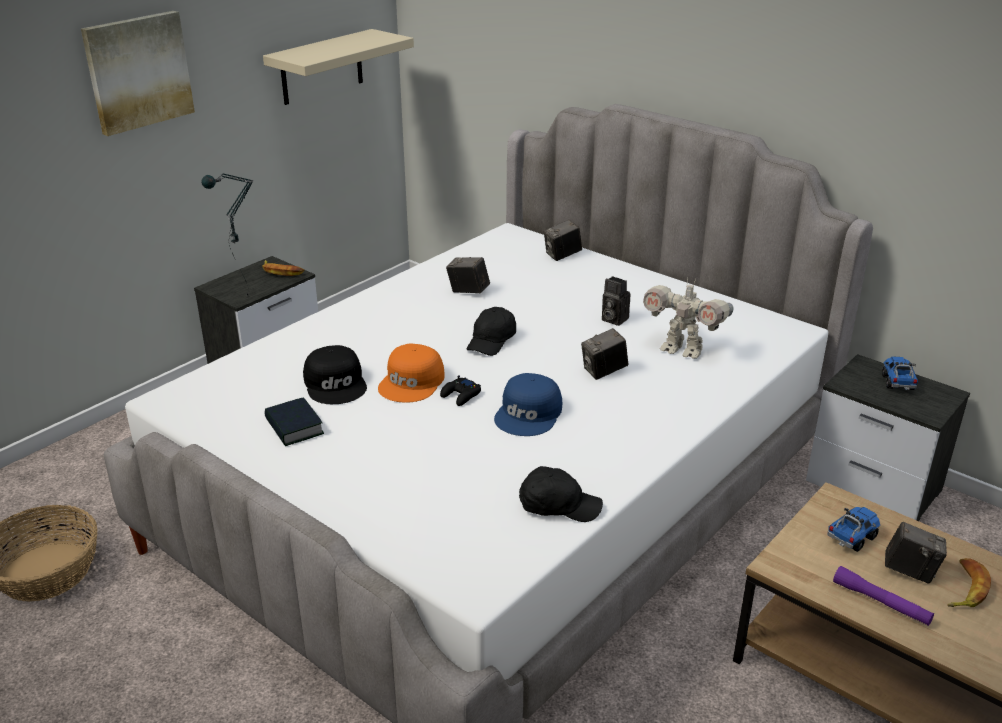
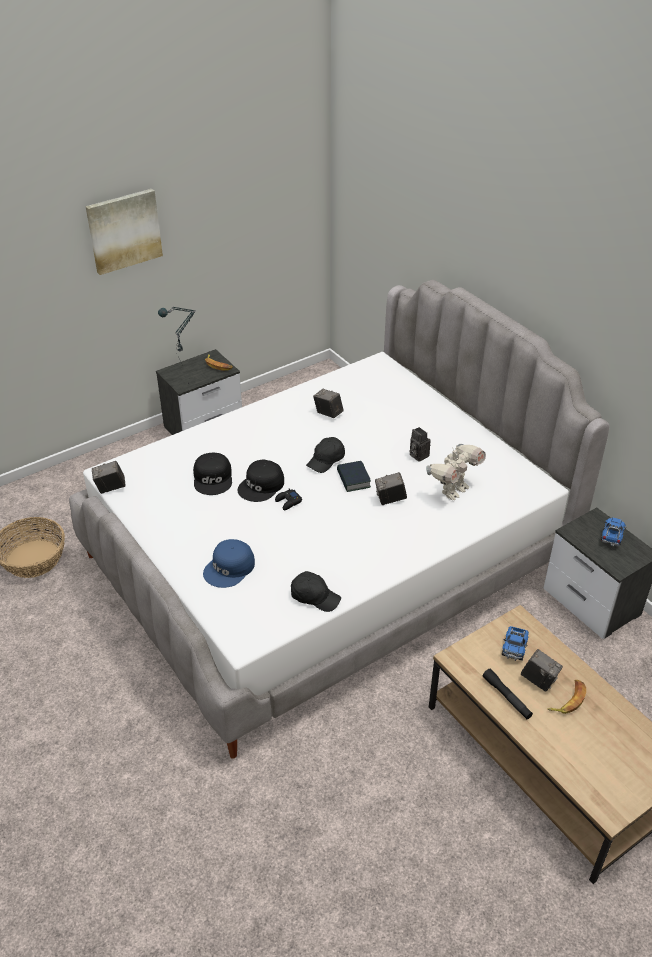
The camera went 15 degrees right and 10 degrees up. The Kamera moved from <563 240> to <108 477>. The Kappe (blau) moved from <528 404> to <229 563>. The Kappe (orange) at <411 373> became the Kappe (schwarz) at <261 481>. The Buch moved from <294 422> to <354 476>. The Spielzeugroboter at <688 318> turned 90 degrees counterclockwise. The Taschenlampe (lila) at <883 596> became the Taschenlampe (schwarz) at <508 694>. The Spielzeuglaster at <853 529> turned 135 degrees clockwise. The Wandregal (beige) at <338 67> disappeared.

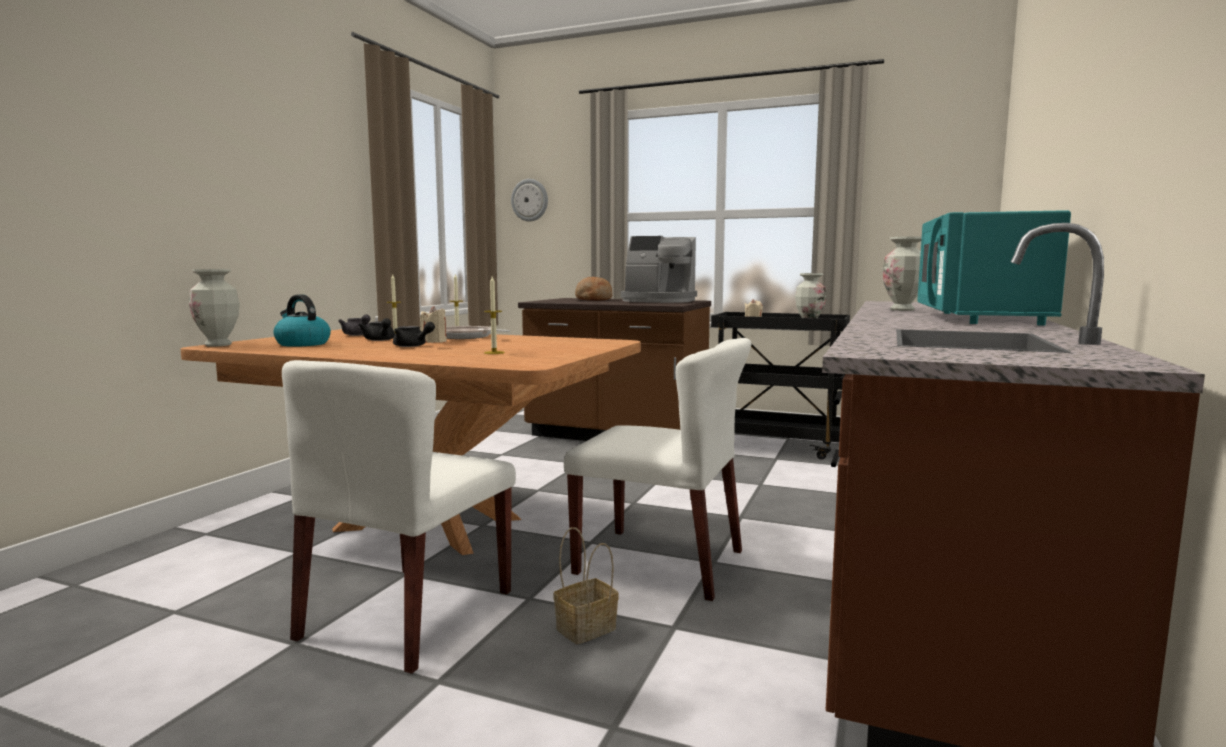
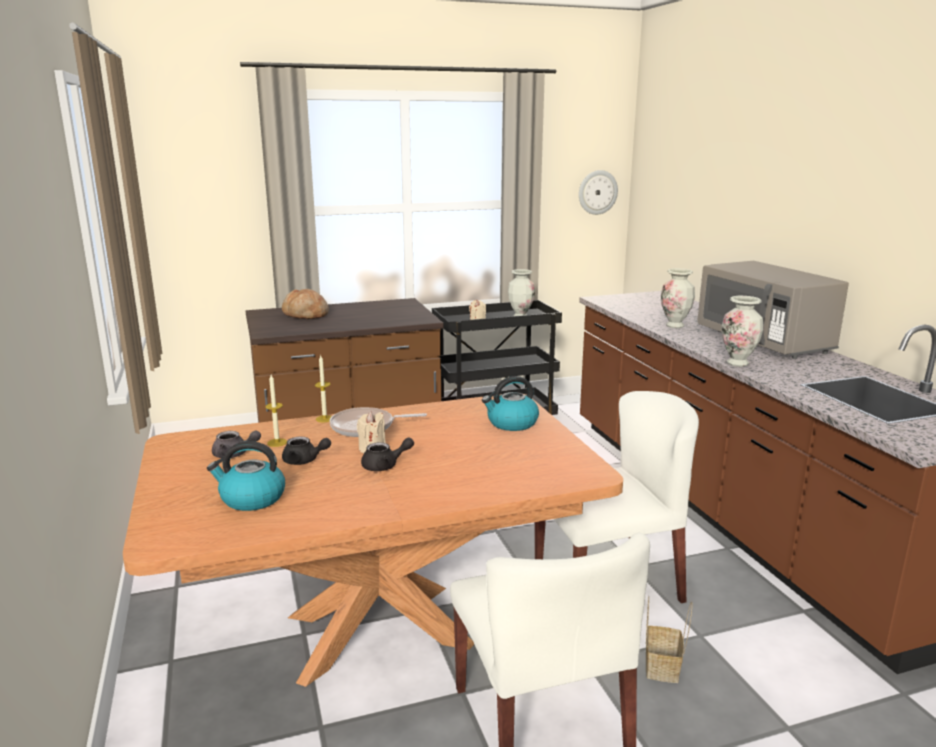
The camera went 40 degrees left and 10 degrees up. The Wasserkessel at <510 403> appeared. The Wanduhr moved from <529 200> to <598 192>. The Mikrowelle (türkis) at <994 268> became the Mikrowelle (grau) at <773 310>. The Vase moved from <214 308> to <742 331>. The Kerze at <494 315> disappeared. The Kaffeemaschine at <659 269> disappeared.

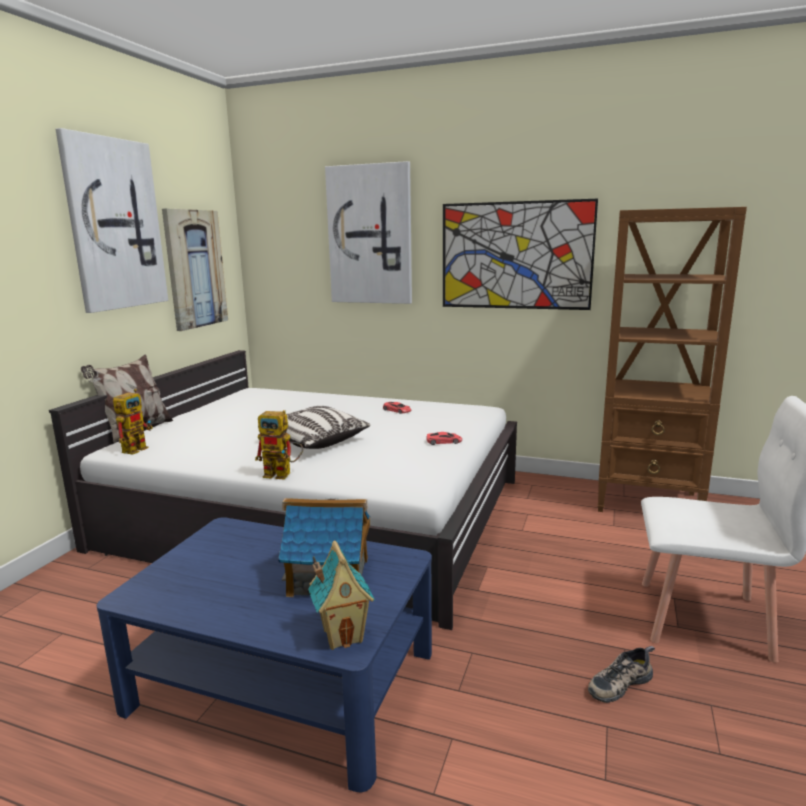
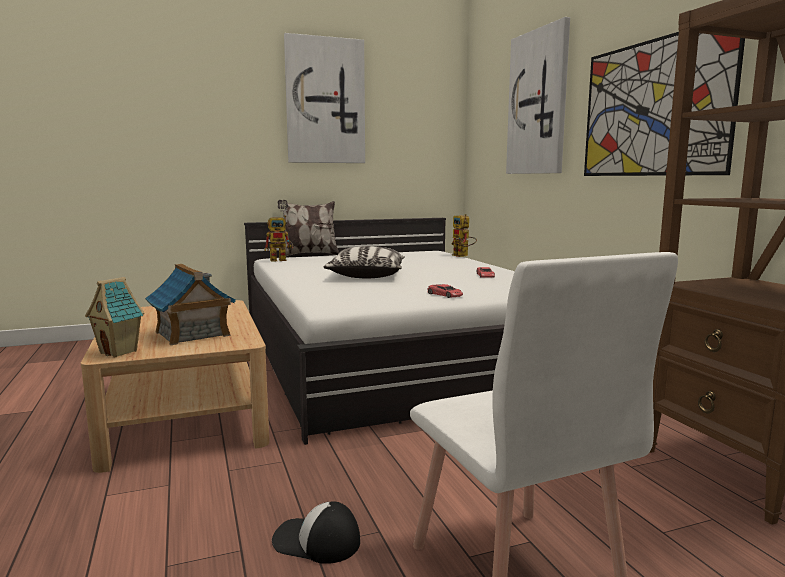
The camera went 50 degrees right and 5 degrees down. The Couchtisch (blau) at <264 654> became the Couchtisch (beige) at <175 386>. The Schuh at <621 674> was replaced by the Kappe at <316 532>. The Spielzeugroboter moved from <279 444> to <464 235>. The Bild at <195 269> disappeared.

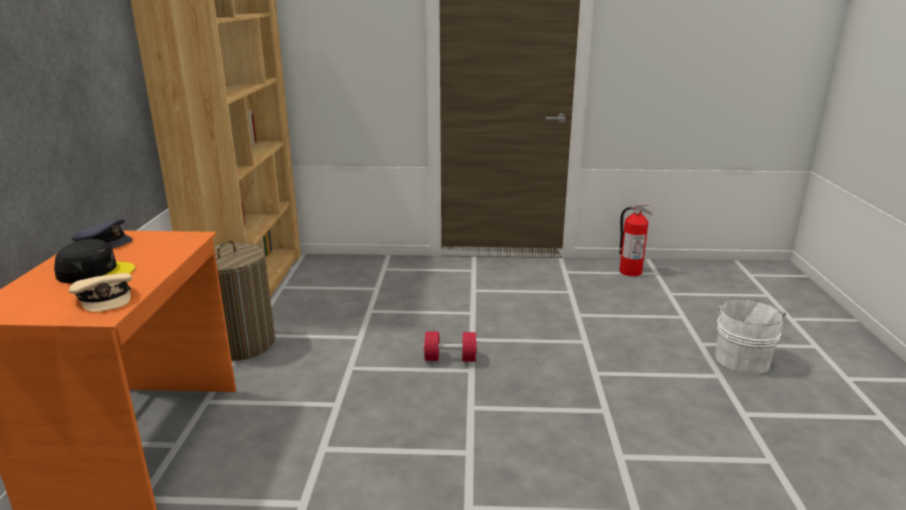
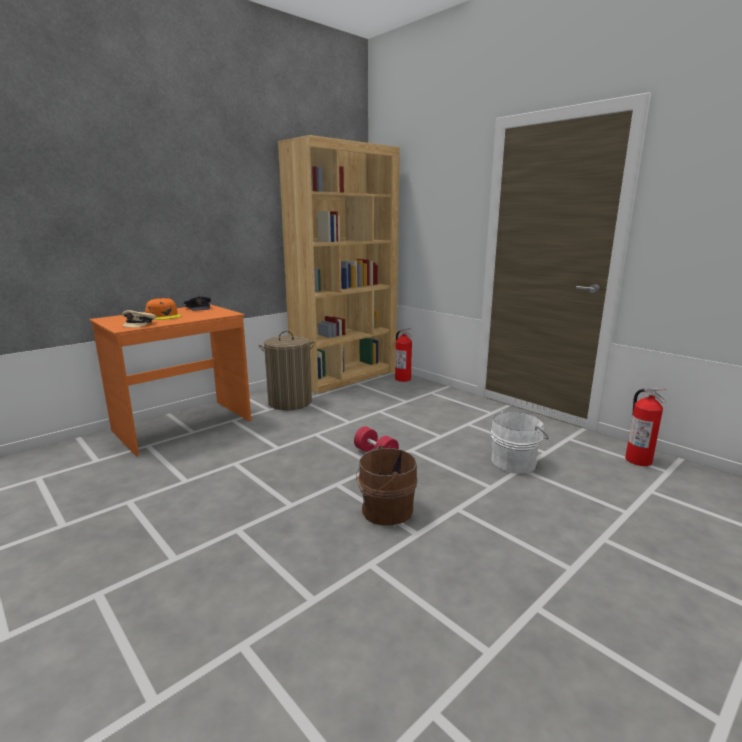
The camera went 45 degrees right and 5 degrees down. The Kappe (schwarz) at <94 261> became the Kappe (orange) at <163 309>. The Eimer (braun) at <387 485> appeared. The Feuerlöscher at <403 355> appeared. The Eimer (weiß) moved from <750 336> to <519 442>.

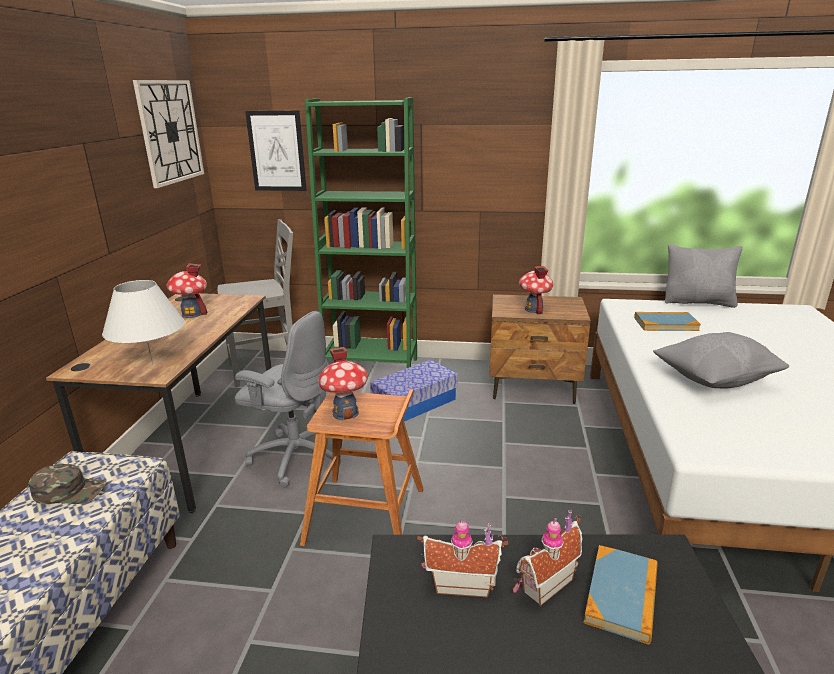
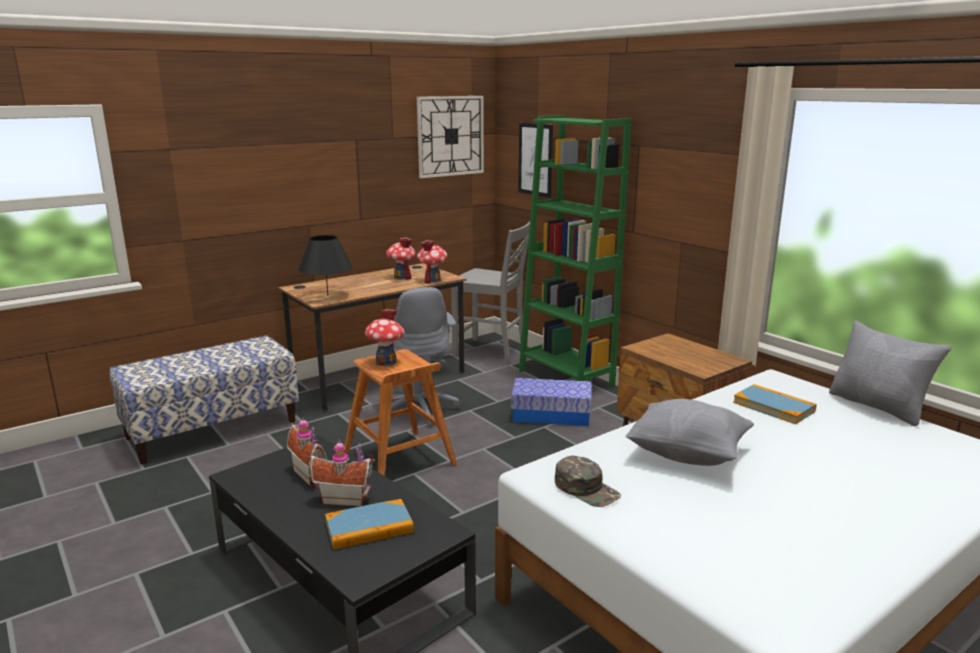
The camera went 45 degrees right and 5 degrees down. The Tischlampe (weiß) at <143 322> became the Tischlampe (schwarz) at <325 265>. The Spielzeughaus moved from <536 290> to <432 261>. The Kappe (grün) moved from <67 484> to <588 481>.

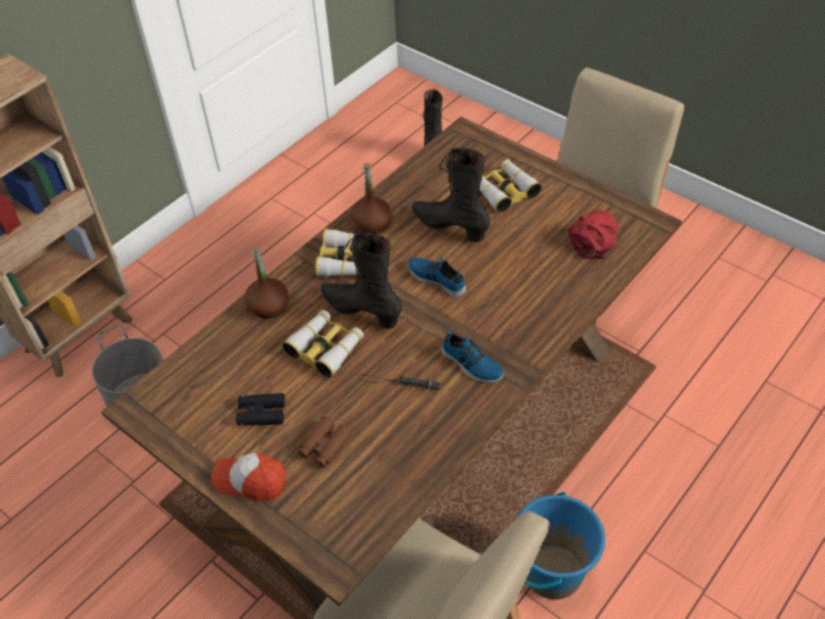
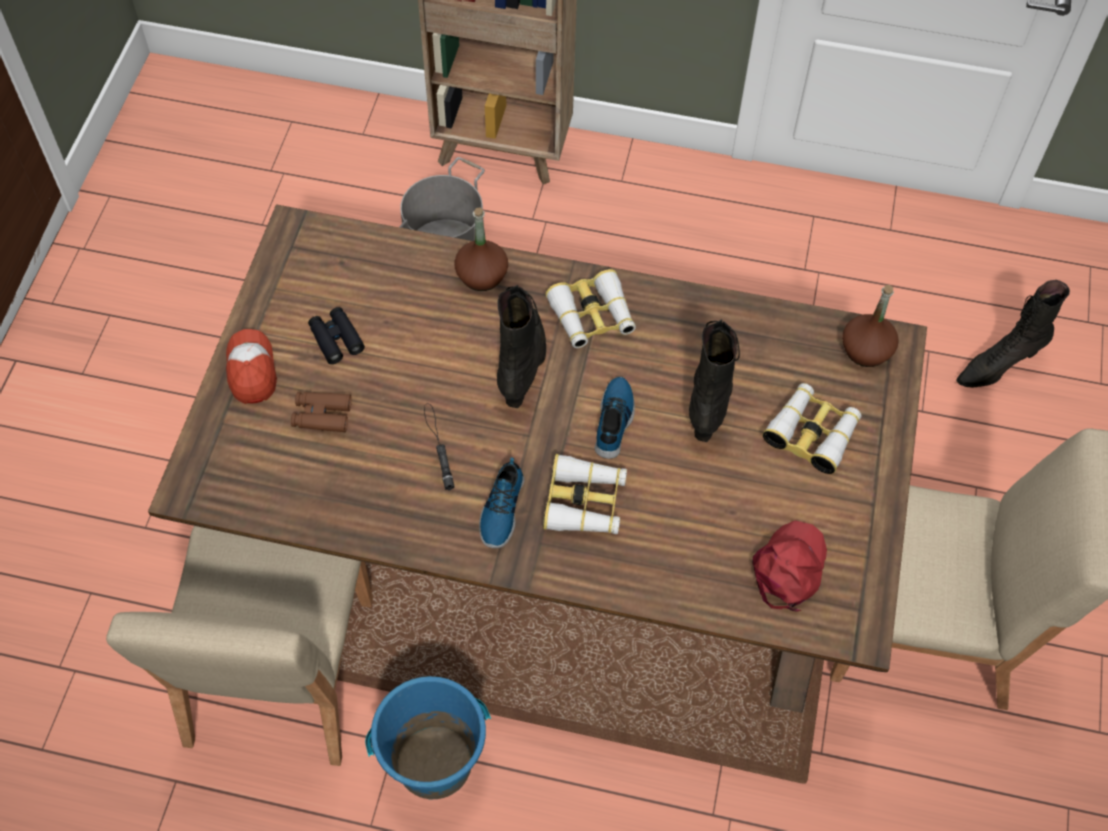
The camera went 60 degrees right and 10 degrees up. The Fernglas moved from <323 343> to <585 494>. The Kappe (rot) at <593 234> turned 60 degrees counterclockwise. The Flasche (braun) moved from <371 198> to <870 326>.

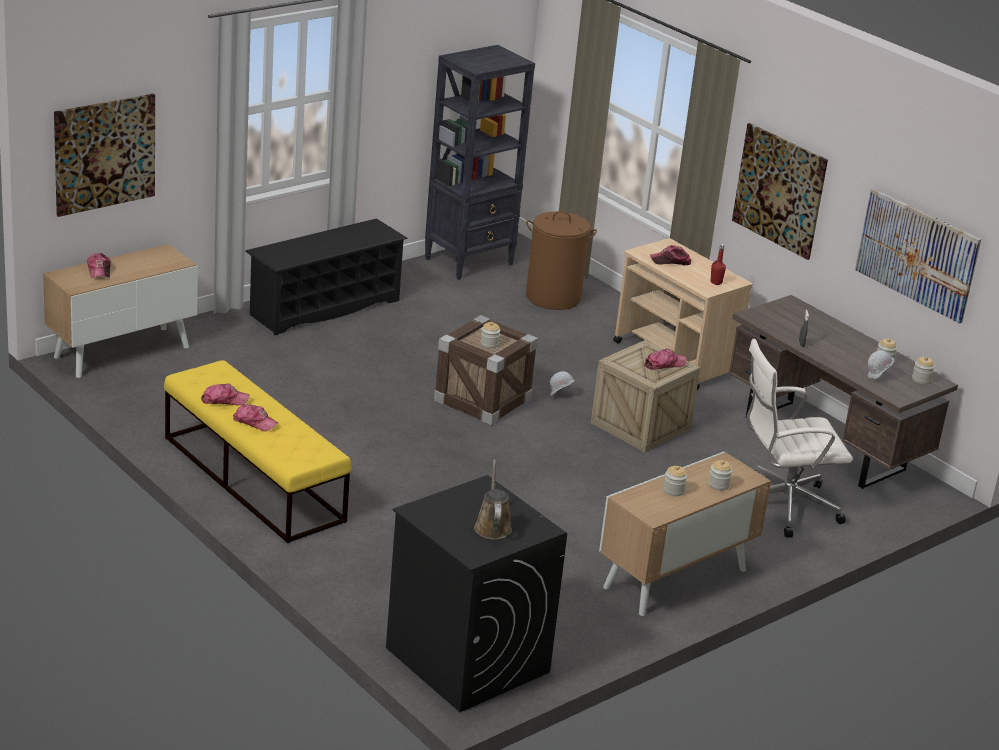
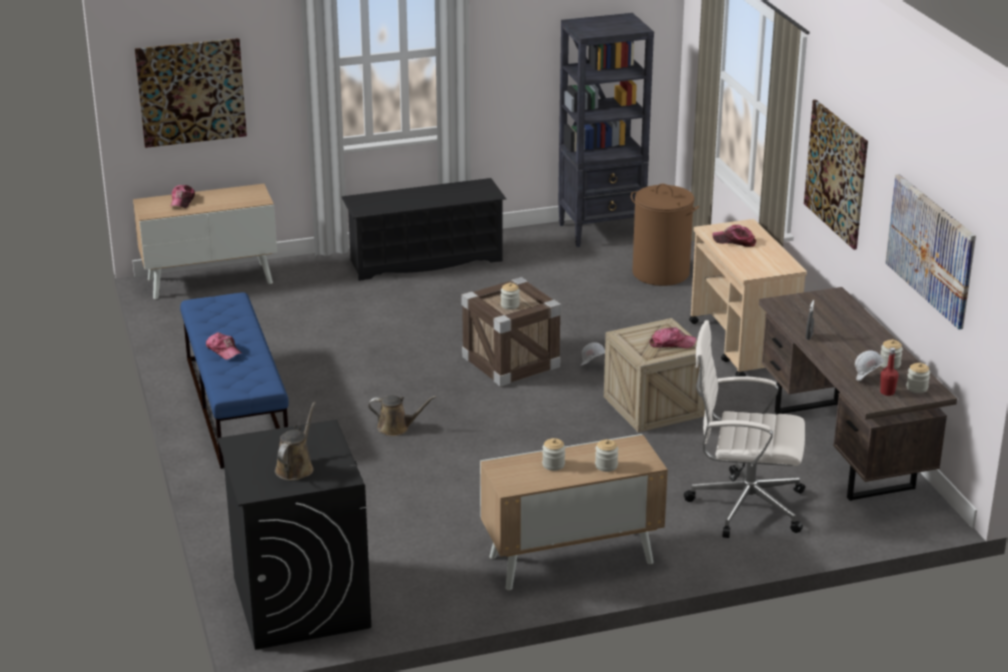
The camera went 25 degrees right and 0 degrees up. The Bank (gelb) at <258 451> became the Bank (blau) at <234 380>. The Gießkanne (braun) at <402 415> appeared. The Flasche (rot) moved from <718 264> to <889 372>. The Kappe at <225 394> disappeared.

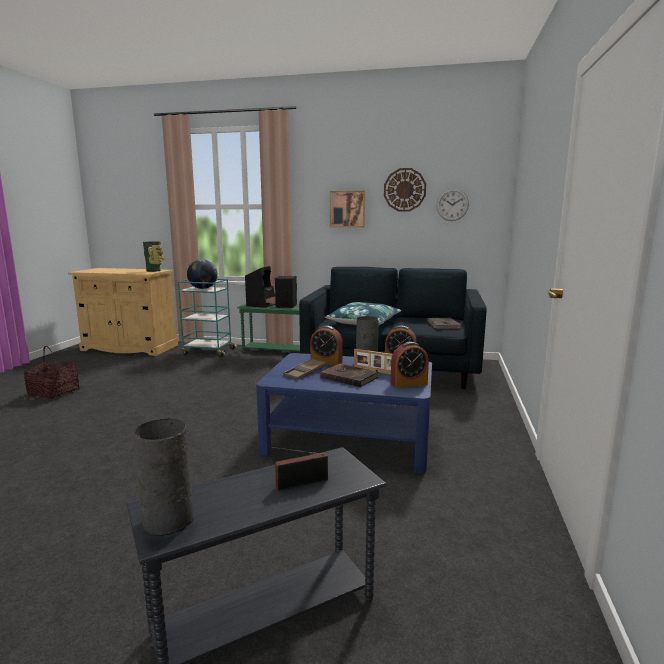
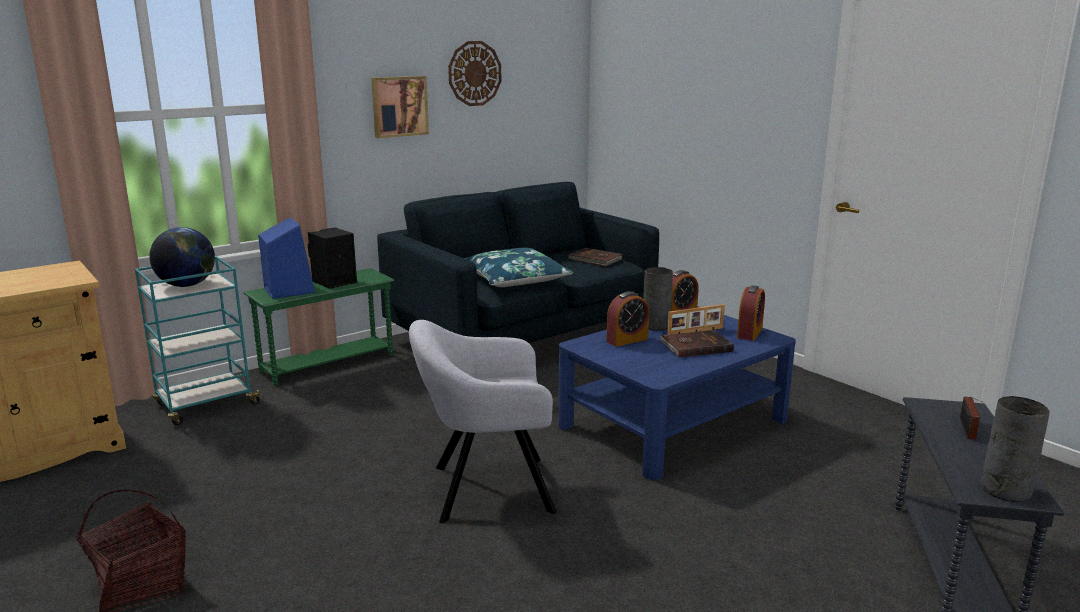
The camera went 50 degrees left and 5 degrees up. The Lautsprecher (schwarz) at <260 287> became the Lautsprecher (blau) at <286 258>. The Sessel (grau) at <482 421> appeared. The Vase at <154 256> disappeared. The Tablett (braun) at <305 369> disappeared. The Wanduhr at <452 204> disappeared.

